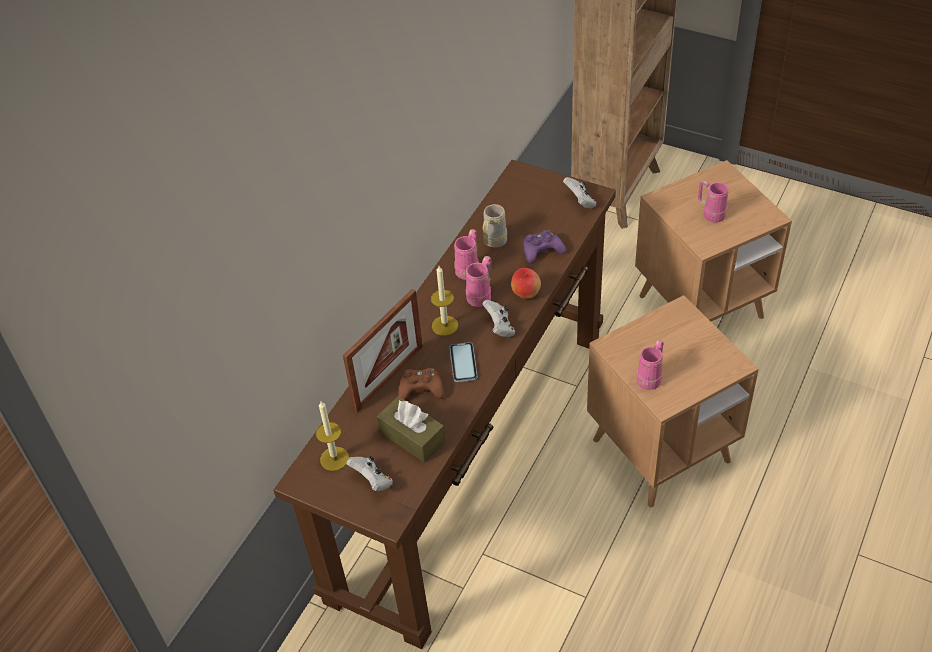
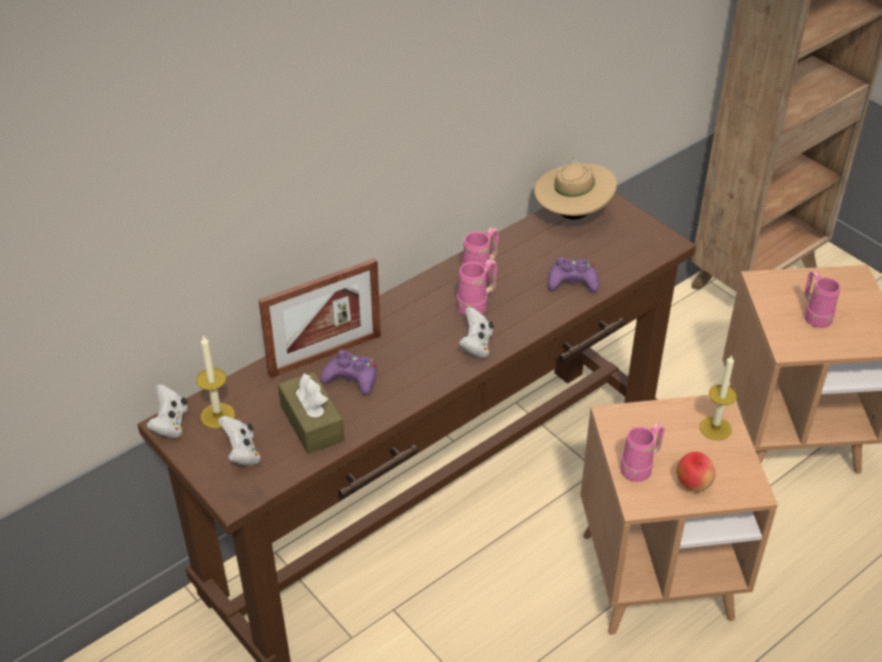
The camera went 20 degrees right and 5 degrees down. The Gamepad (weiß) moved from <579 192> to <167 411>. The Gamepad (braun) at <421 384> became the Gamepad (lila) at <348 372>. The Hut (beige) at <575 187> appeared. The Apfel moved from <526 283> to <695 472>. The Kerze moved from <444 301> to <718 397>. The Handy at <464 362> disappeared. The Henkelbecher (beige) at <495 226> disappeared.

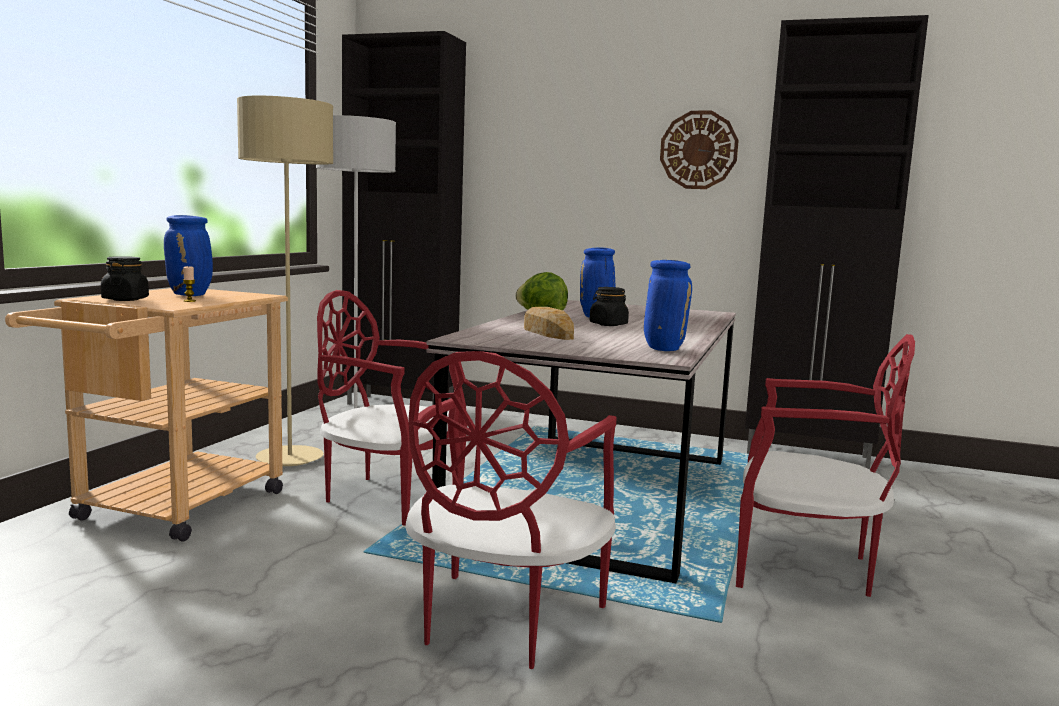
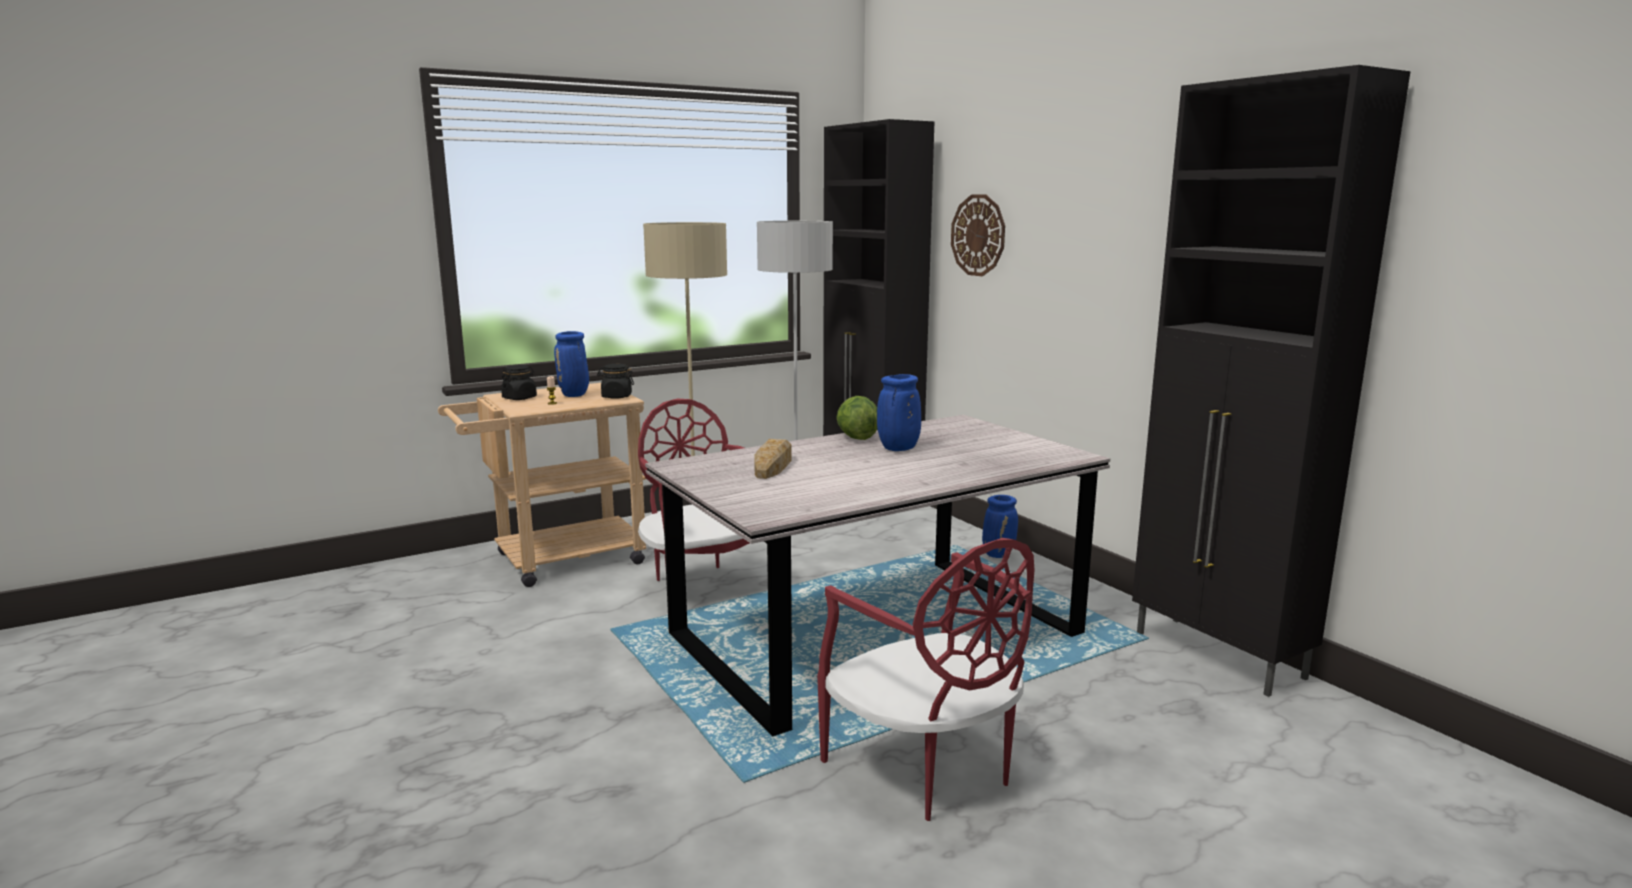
The camera went 40 degrees right and 5 degrees up. The Vorratsglas (schwarz) moved from <609 306> to <615 381>. The Wanduhr moved from <699 150> to <978 235>. The Vase (blau) moved from <668 305> to <1000 526>. The Stuhl (rot) at <511 510> disappeared.

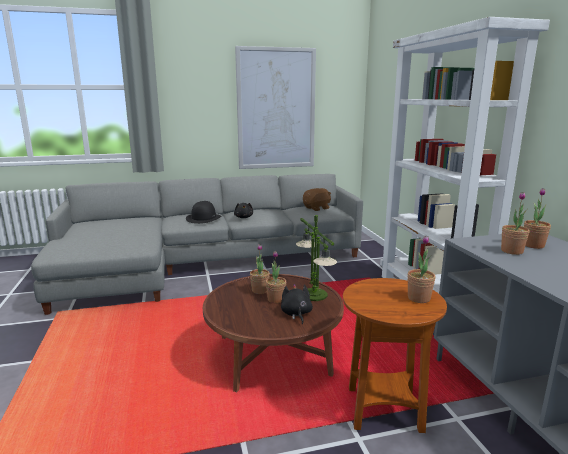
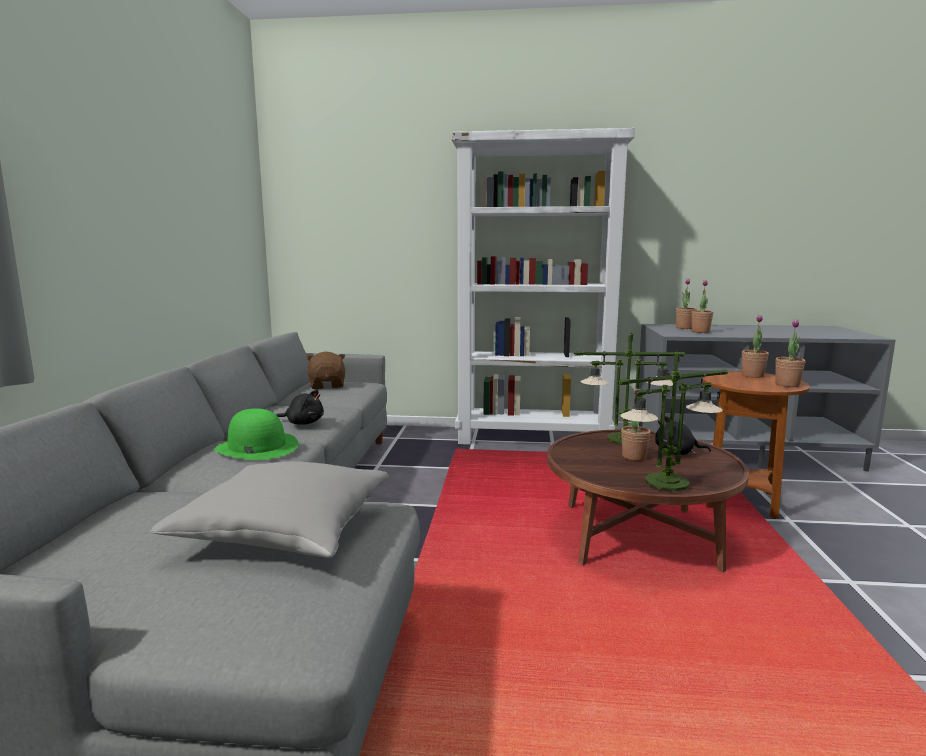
The camera went 70 degrees left and 5 degrees down. The Kissen (grau) at <269 509> appeared. The Hut (schwarz) at <203 212> became the Hut (grün) at <256 434>. The Tischlampe at <673 420> appeared. The Topfpflanze moved from <260 269> to <790 353>. The Bild at <275 107> disappeared.

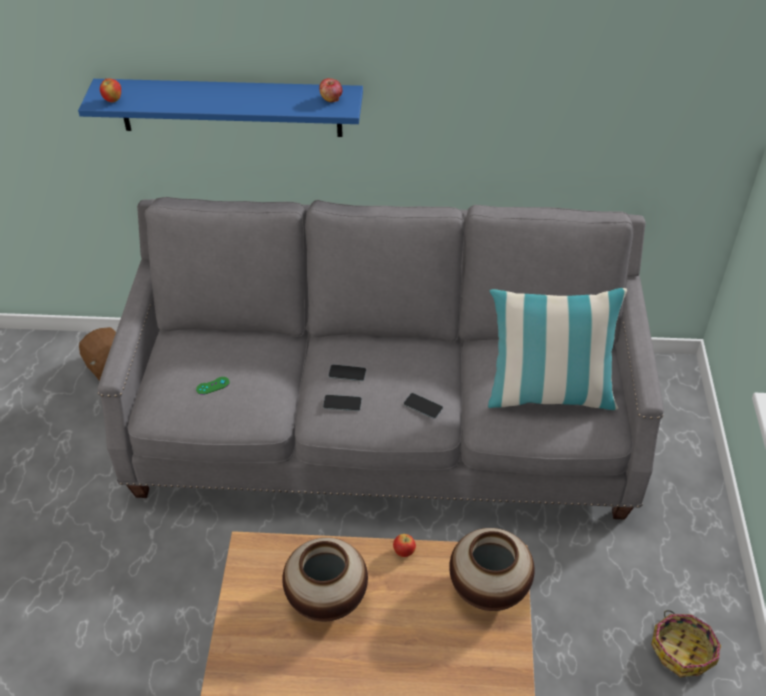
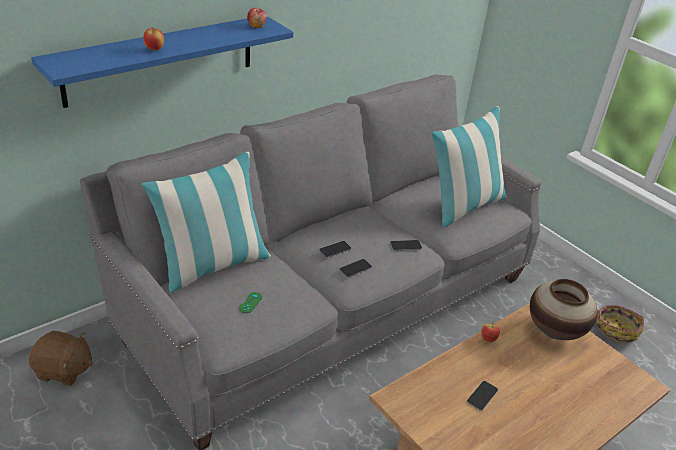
The camera went 45 degrees left and 10 degrees down. The Kissen at <206 222> appeared. The Apfel moved from <110 90> to <153 39>. The Vase at <325 579> was replaced by the Handy at <482 396>.

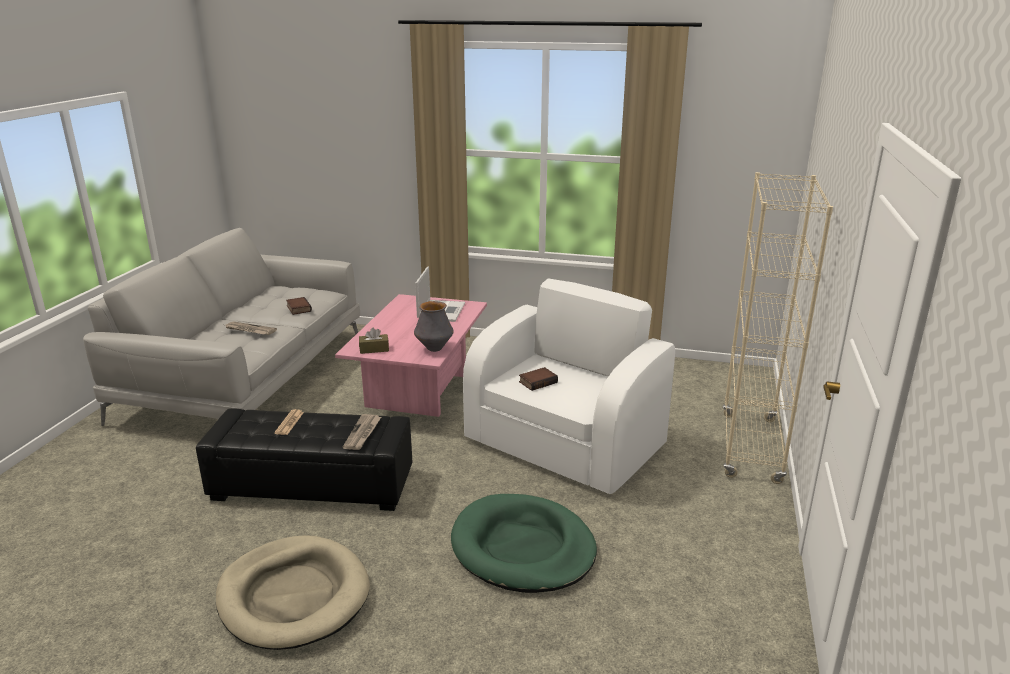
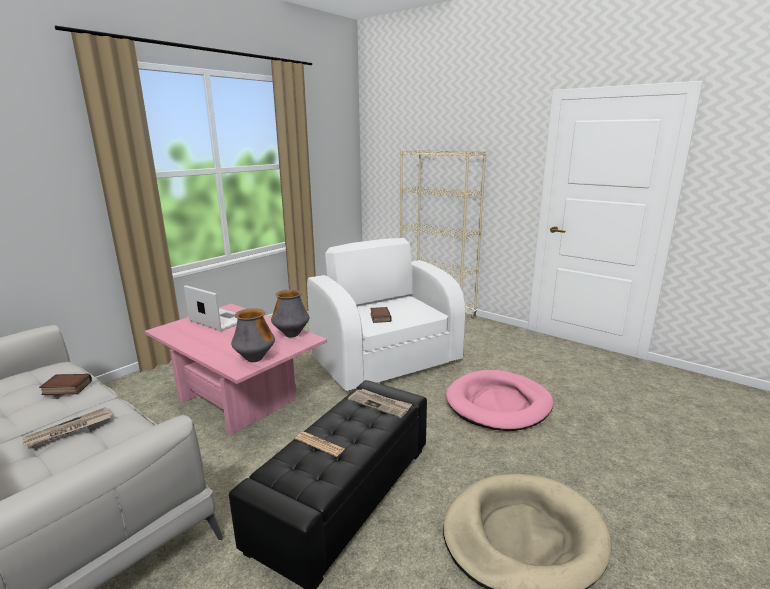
The camera went 65 degrees left and 5 degrees down. The Taschentuchbox (braun) at <374 341> was replaced by the Vase at <253 335>. The Hundebett (grün) at <524 543> became the Hundebett (rosa) at <499 400>.

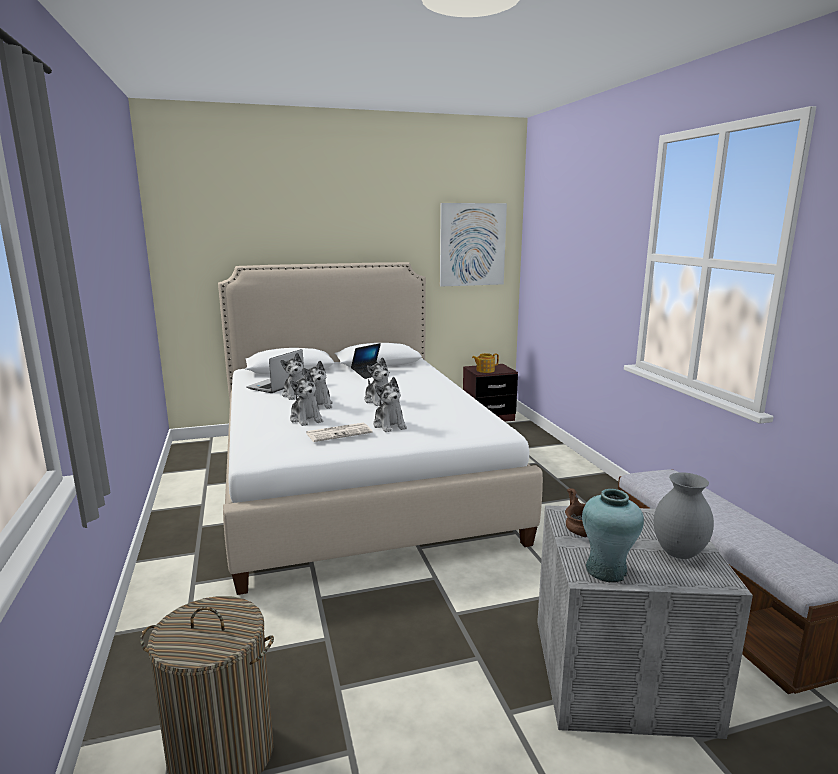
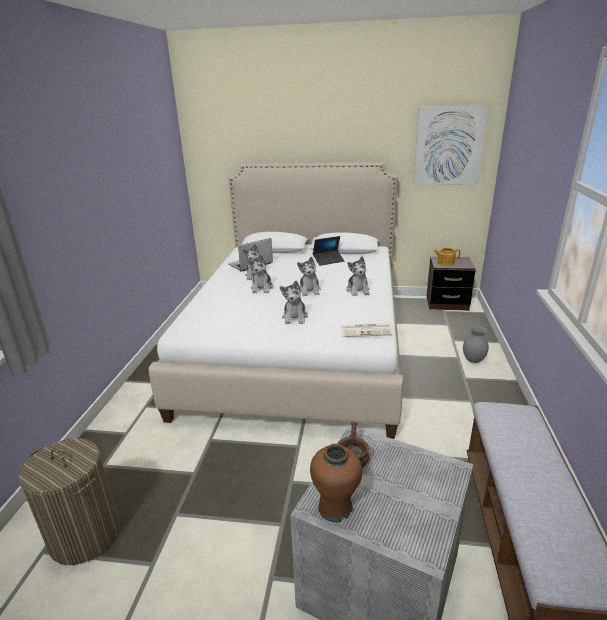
The camera went 25 degrees right and 10 degrees up. The Vase (türkis) at <613 535> became the Vase (braun) at <336 483>. The Zeitung moved from <339 432> to <366 330>. The Plüschtier moved from <306 398> to <357 276>. The Vase (grau) moved from <684 515> to <476 344>.

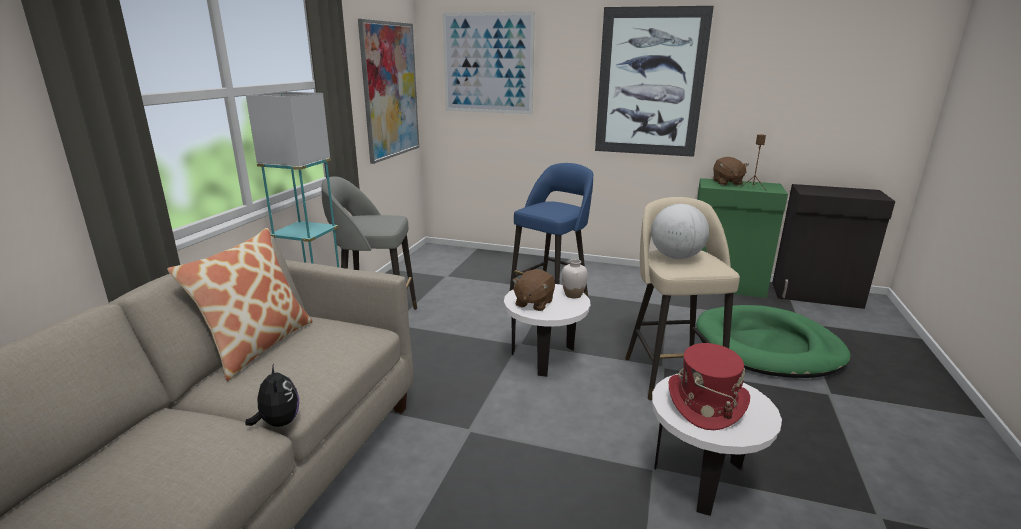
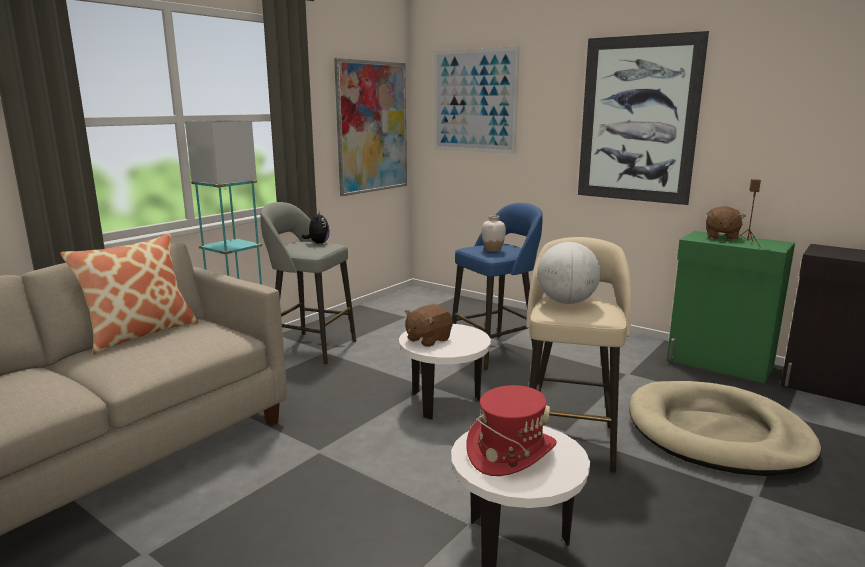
The camera went 20 degrees right and 5 degrees down. The Plüschtier moved from <272 395> to <316 227>. The Vase (weiß) moved from <575 279> to <494 233>. The Hundebett (grün) at <773 341> became the Hundebett (beige) at <725 428>.

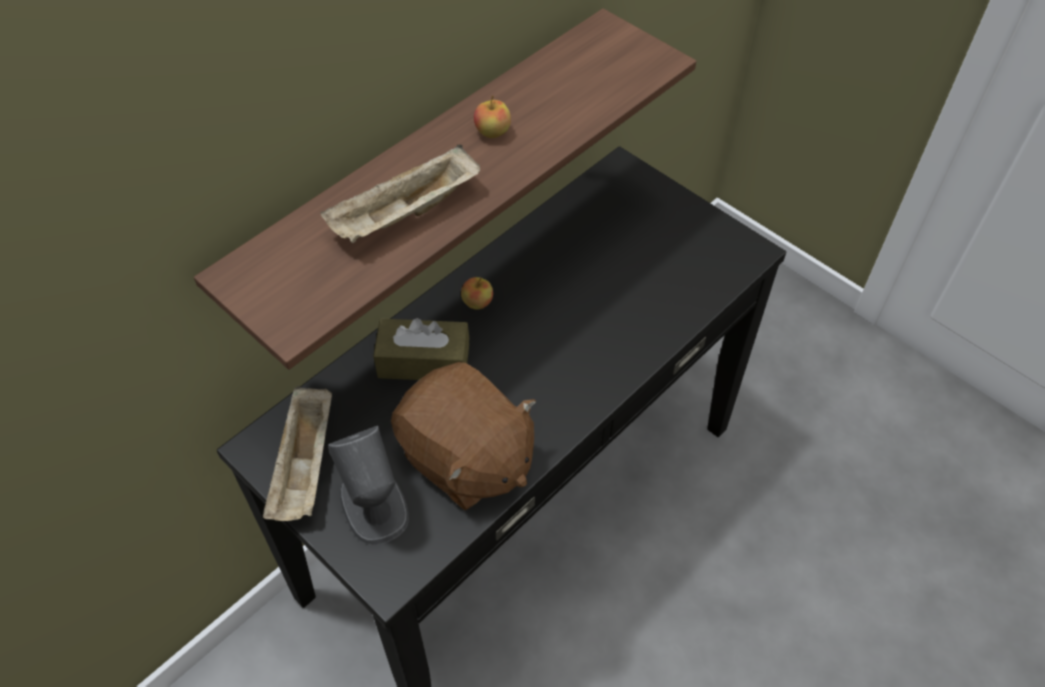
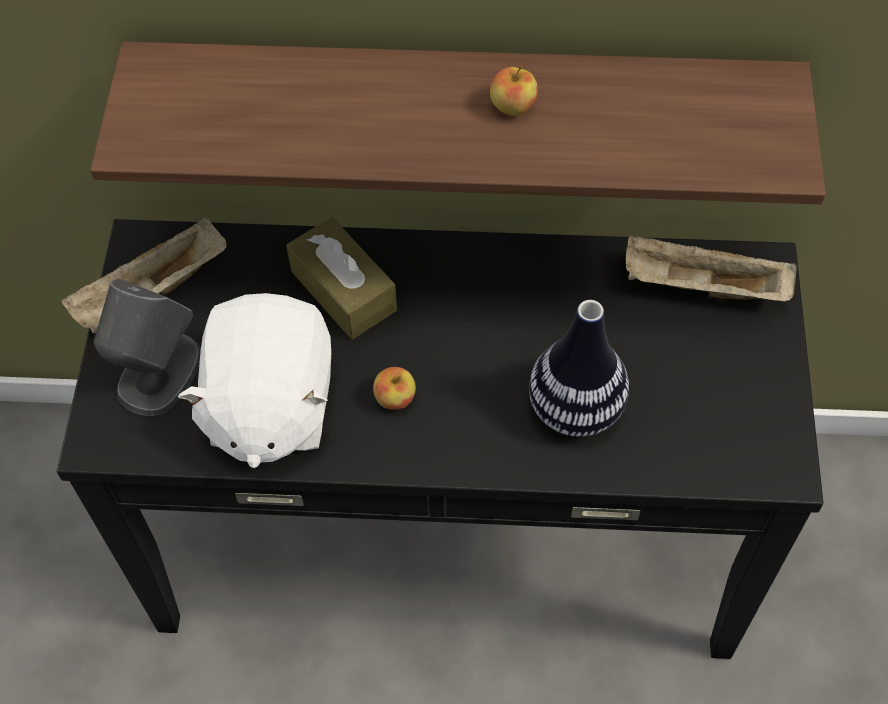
The camera went 50 degrees right and 5 degrees up. The Plüschtier (braun) at <463 436> became the Plüschtier (weiß) at <254 380>. The Apfel moved from <477 293> to <394 388>. The Vase at <579 368> appeared. The Tablett (beige) moved from <400 193> to <711 268>.

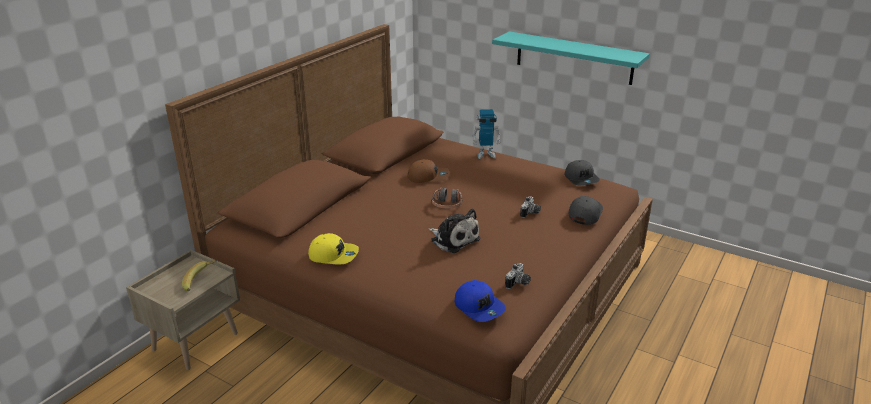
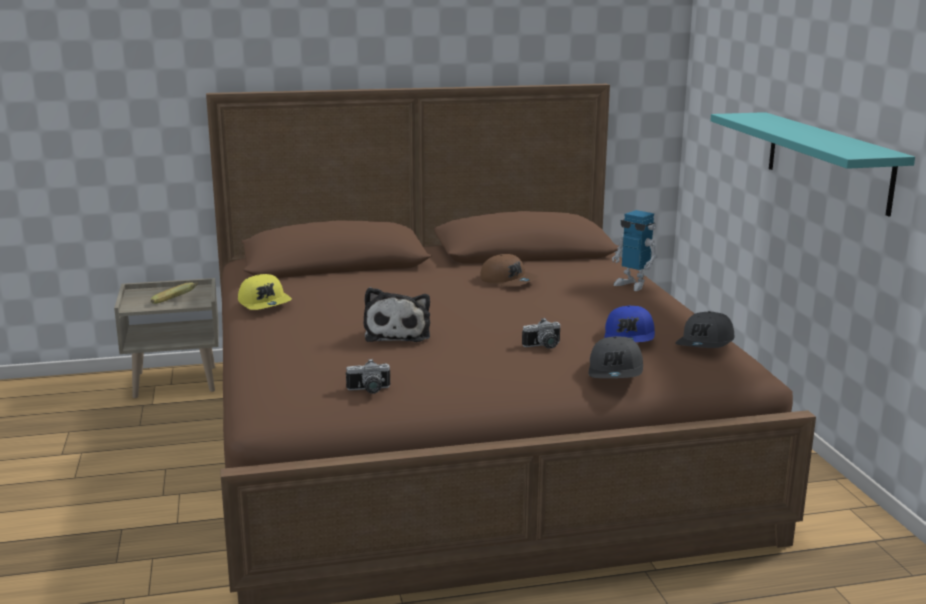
The camera went 45 degrees right and 10 degrees down. The Kappe (grau) at <586 210> turned 120 degrees clockwise. The Kappe (blau) moved from <480 301> to <629 323>. The Kopfhörer at <447 197> disappeared.

